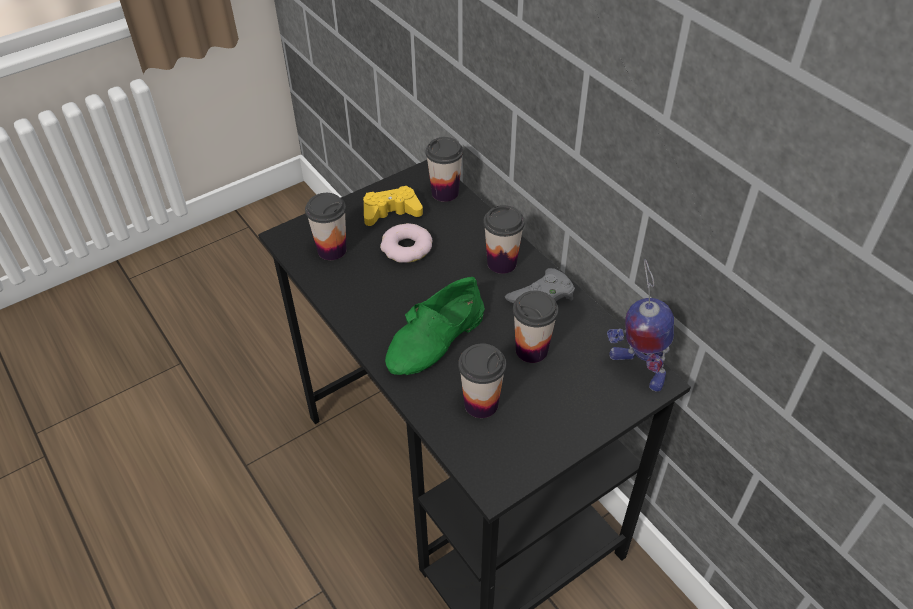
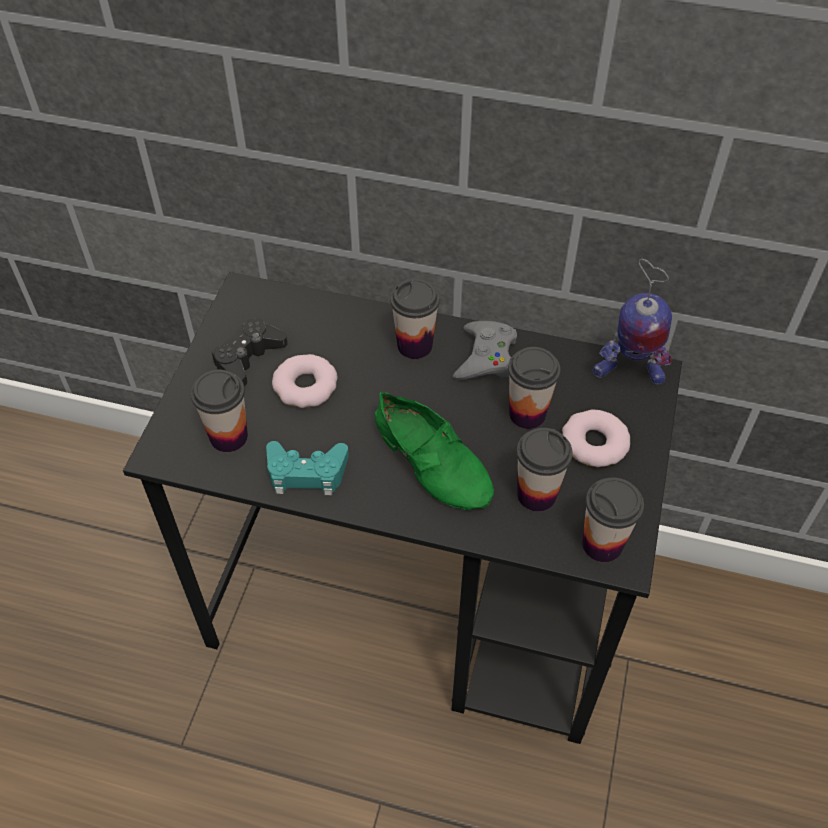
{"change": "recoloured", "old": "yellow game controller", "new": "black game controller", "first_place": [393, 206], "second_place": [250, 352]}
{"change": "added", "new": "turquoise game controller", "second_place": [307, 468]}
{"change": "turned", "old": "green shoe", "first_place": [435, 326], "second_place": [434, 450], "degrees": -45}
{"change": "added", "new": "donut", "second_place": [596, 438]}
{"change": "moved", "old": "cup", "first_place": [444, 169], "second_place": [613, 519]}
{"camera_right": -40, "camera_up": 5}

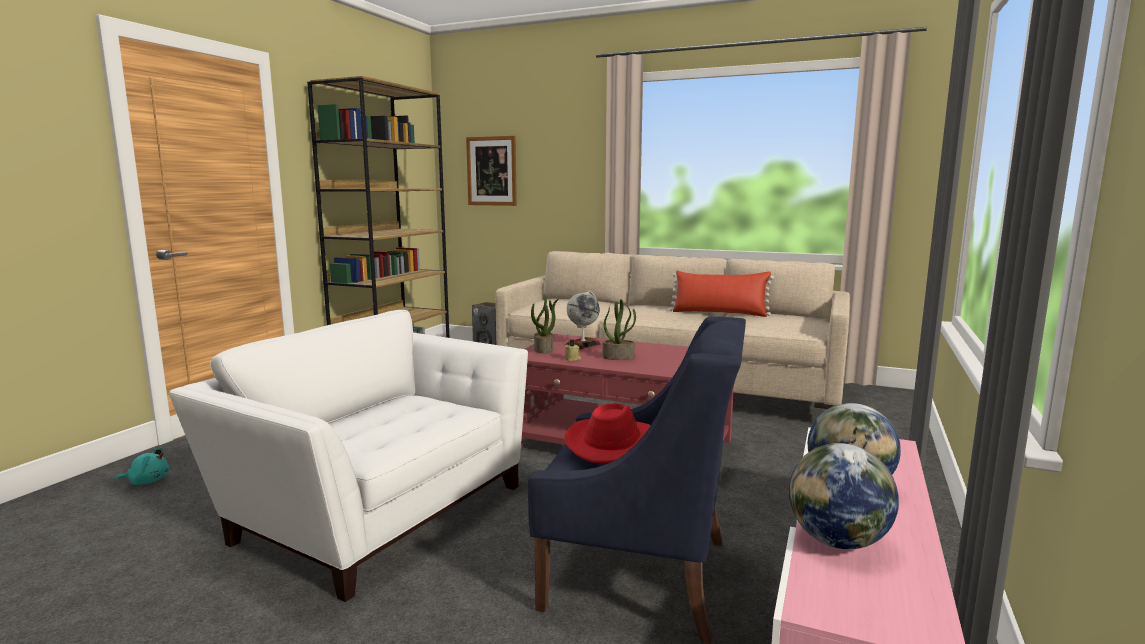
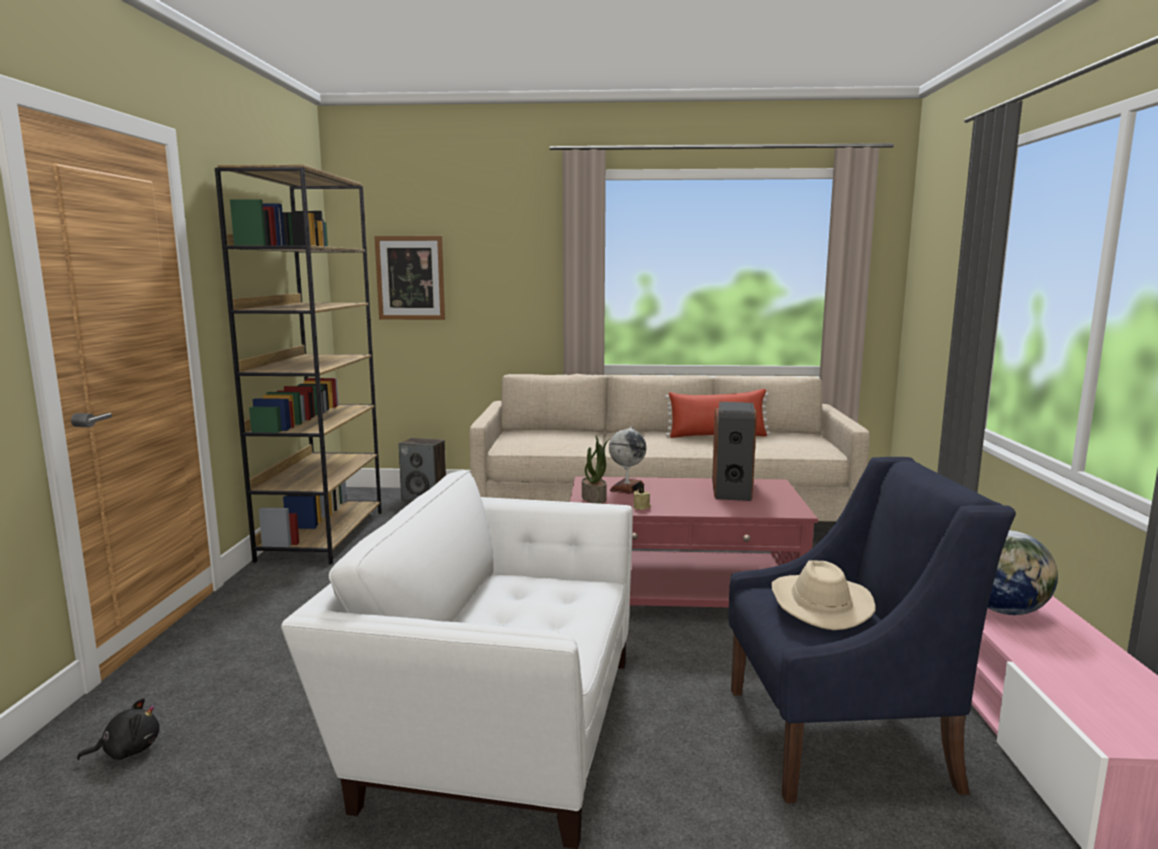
{"change": "recoloured", "old": "turquoise plush toy", "new": "black plush toy", "first_place": [142, 466], "second_place": [118, 729]}
{"change": "added", "new": "speaker", "second_place": [734, 451]}
{"change": "recoloured", "old": "red hat", "new": "beige hat", "first_place": [607, 433], "second_place": [823, 595]}
{"change": "removed", "old": "potted plant", "first_place": [619, 329]}
{"change": "removed", "old": "globe", "first_place": [844, 496]}
{"camera_right": -20, "camera_up": 0}

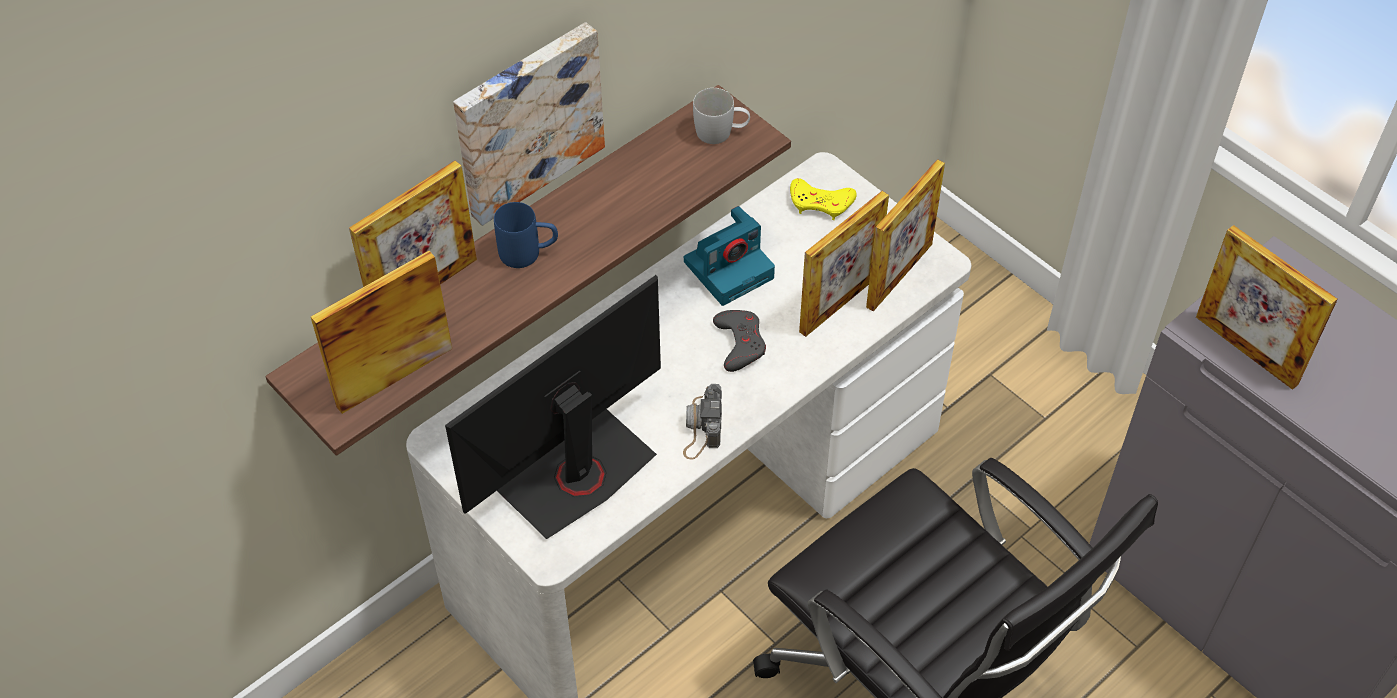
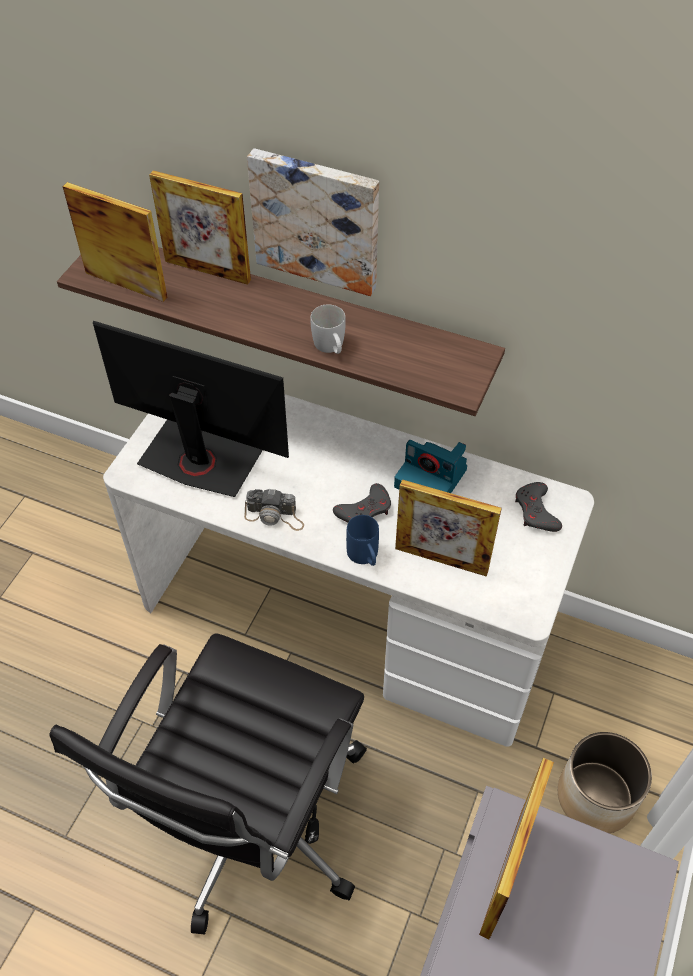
{"change": "turned", "old": "photo camera", "first_place": [702, 422], "second_place": [274, 509], "degrees": -150}
{"change": "moved", "old": "white mug", "first_place": [721, 116], "second_place": [328, 329]}
{"change": "moved", "old": "blue mug", "first_place": [526, 235], "second_place": [362, 540]}
{"change": "recoloured", "old": "yellow game controller", "new": "grey game controller", "first_place": [823, 199], "second_place": [538, 507]}
{"change": "added", "new": "planter", "second_place": [605, 783]}
{"change": "removed", "old": "picture frame", "first_place": [905, 235]}
{"camera_right": 65, "camera_up": 0}

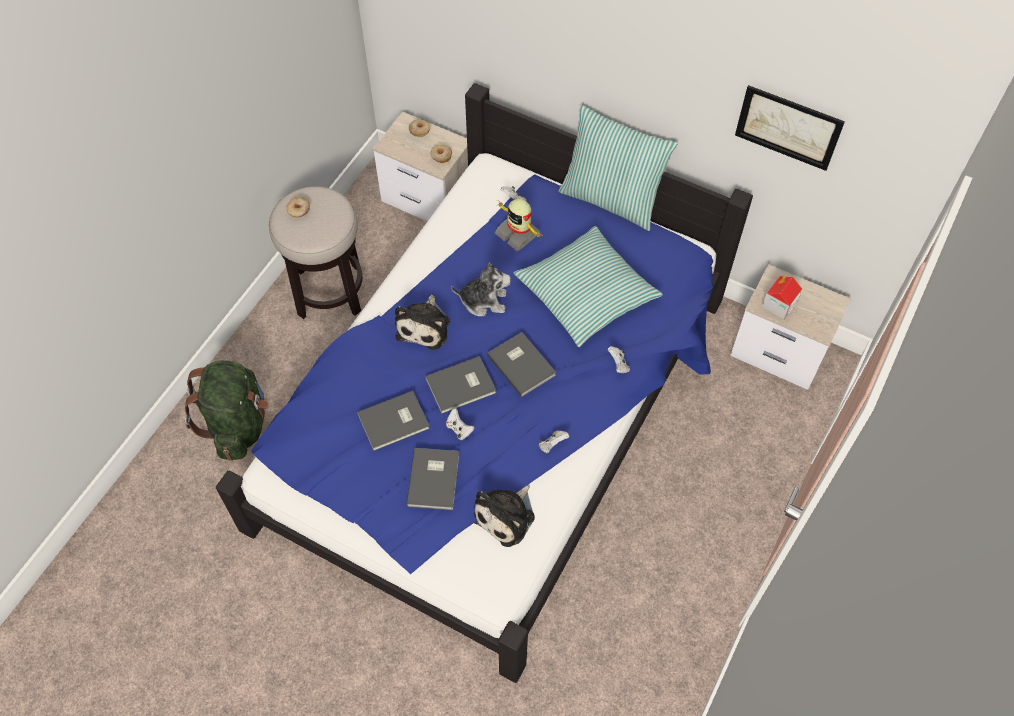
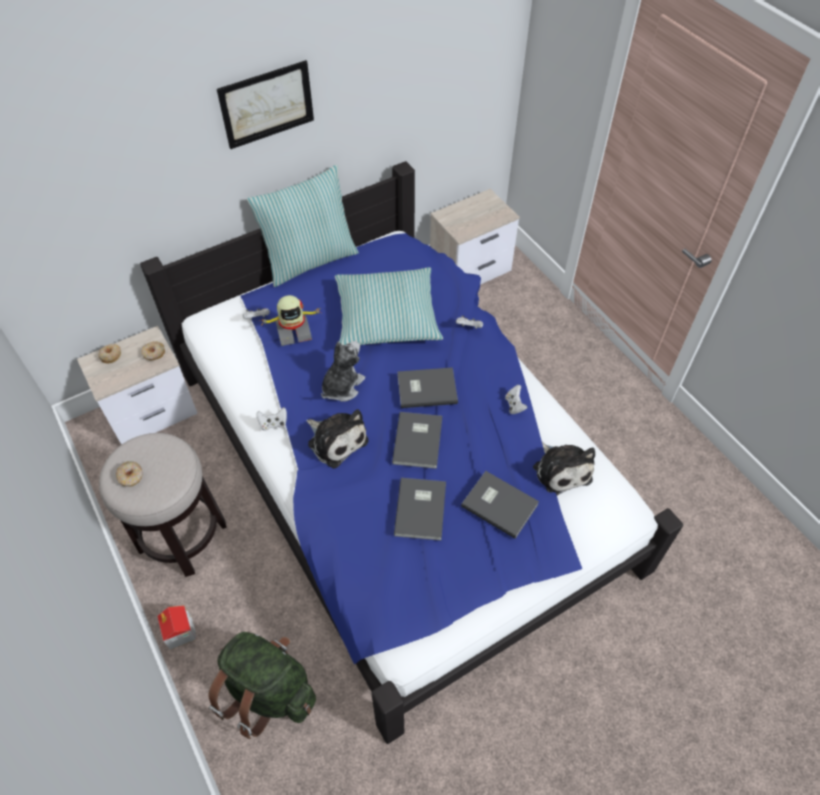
{"change": "moved", "old": "toy house", "first_place": [782, 297], "second_place": [177, 628]}
{"change": "moved", "old": "picture", "first_place": [790, 128], "second_place": [265, 104]}
{"change": "moved", "old": "white game controller", "first_place": [460, 424], "second_place": [271, 419]}
{"camera_right": -60, "camera_up": -5}

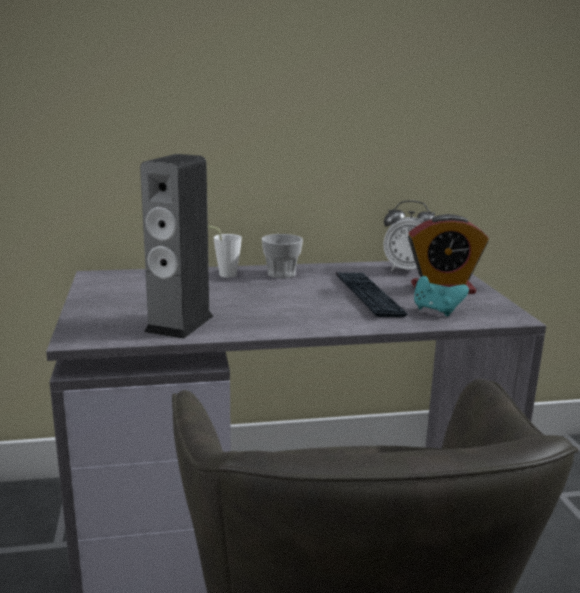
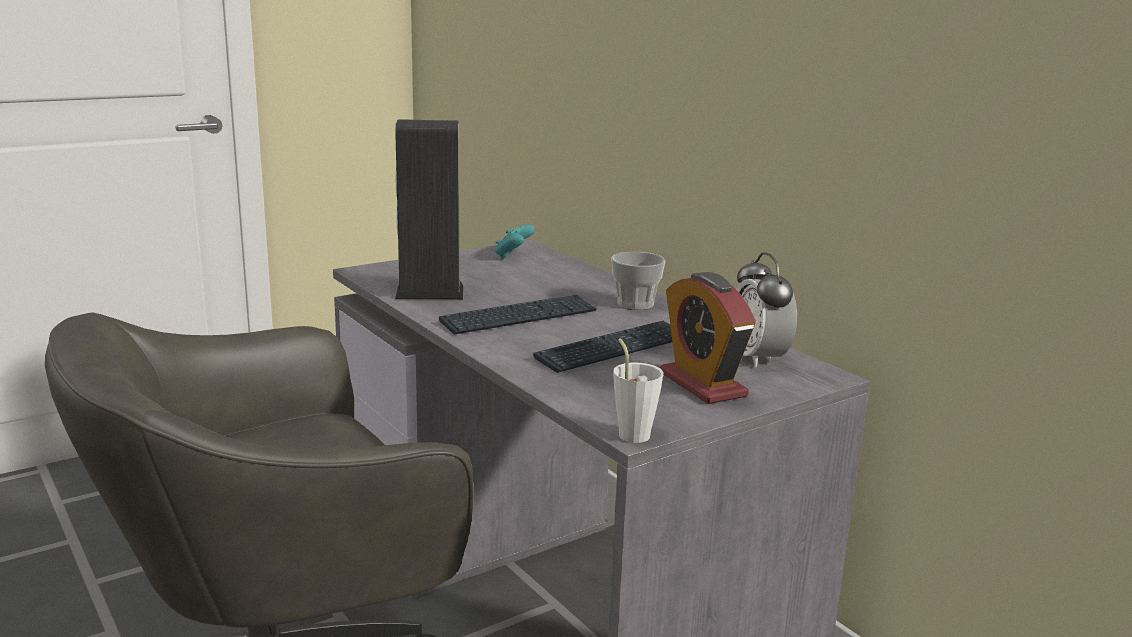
{"change": "added", "new": "keyboard", "second_place": [518, 315]}
{"change": "moved", "old": "turquoise game controller", "first_place": [441, 296], "second_place": [515, 242]}
{"change": "moved", "old": "white cup", "first_place": [225, 251], "second_place": [638, 390]}
{"camera_right": 65, "camera_up": 0}

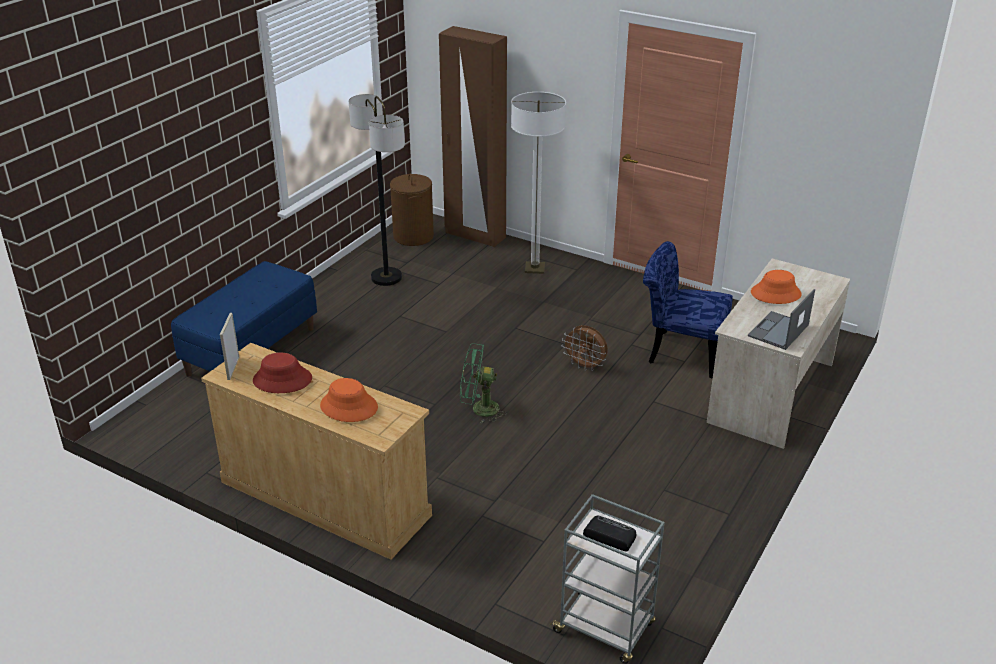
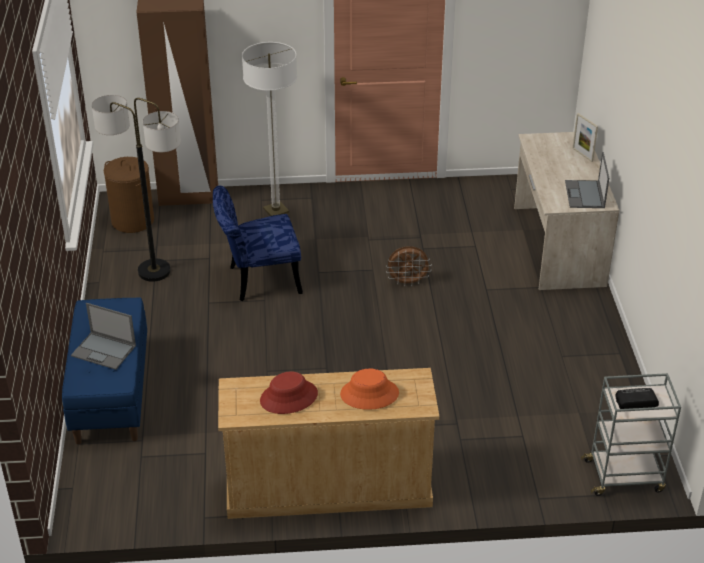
{"change": "added", "new": "laptop", "second_place": [103, 336]}
{"change": "moved", "old": "blue chair", "first_place": [688, 310], "second_place": [258, 243]}
{"change": "moved", "old": "picture frame", "first_place": [230, 346], "second_place": [585, 137]}
{"change": "removed", "old": "green fan", "first_place": [483, 383]}
{"change": "removed", "old": "orange hat", "first_place": [776, 287]}
{"camera_right": -35, "camera_up": 5}

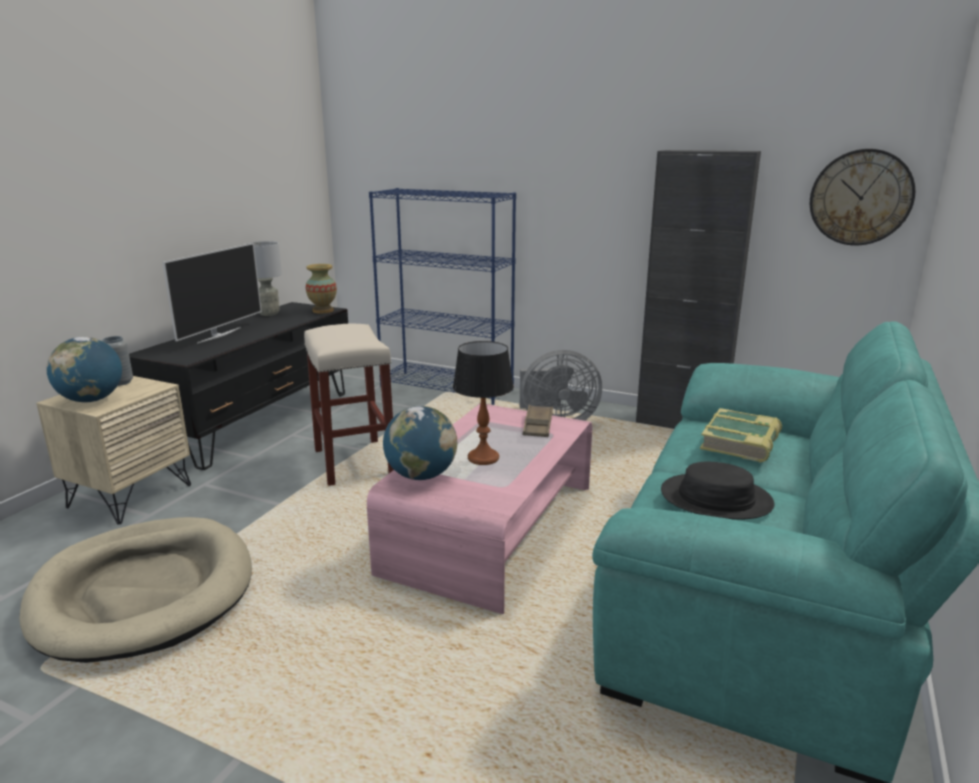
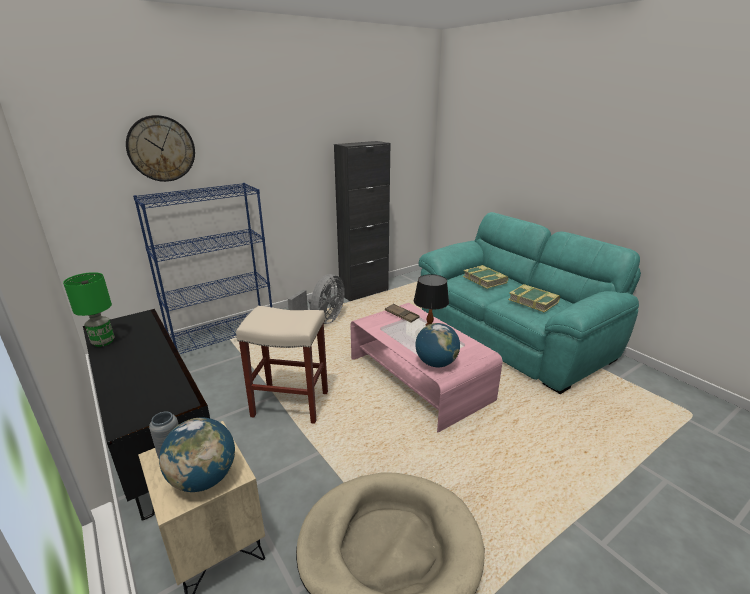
{"change": "recoloured", "old": "grey table lamp", "new": "green table lamp", "first_place": [263, 278], "second_place": [88, 309]}
{"change": "moved", "old": "wall clock", "first_place": [862, 197], "second_place": [160, 148]}
{"change": "replaced", "old": "black hat", "new": "book", "first_place": [718, 491], "second_place": [534, 298]}
{"change": "removed", "old": "television", "first_place": [212, 293]}
{"change": "removed", "old": "vase", "first_place": [321, 288]}
{"camera_right": -60, "camera_up": 5}

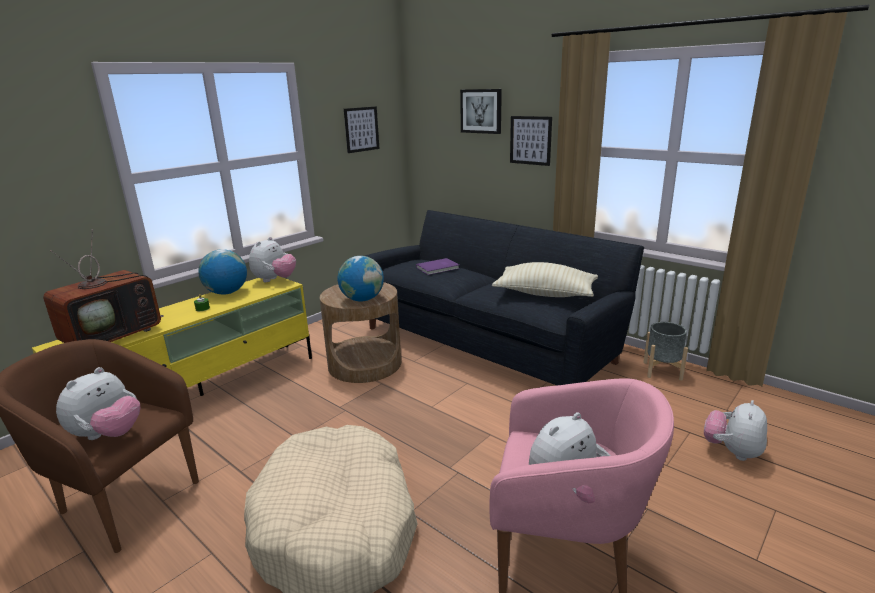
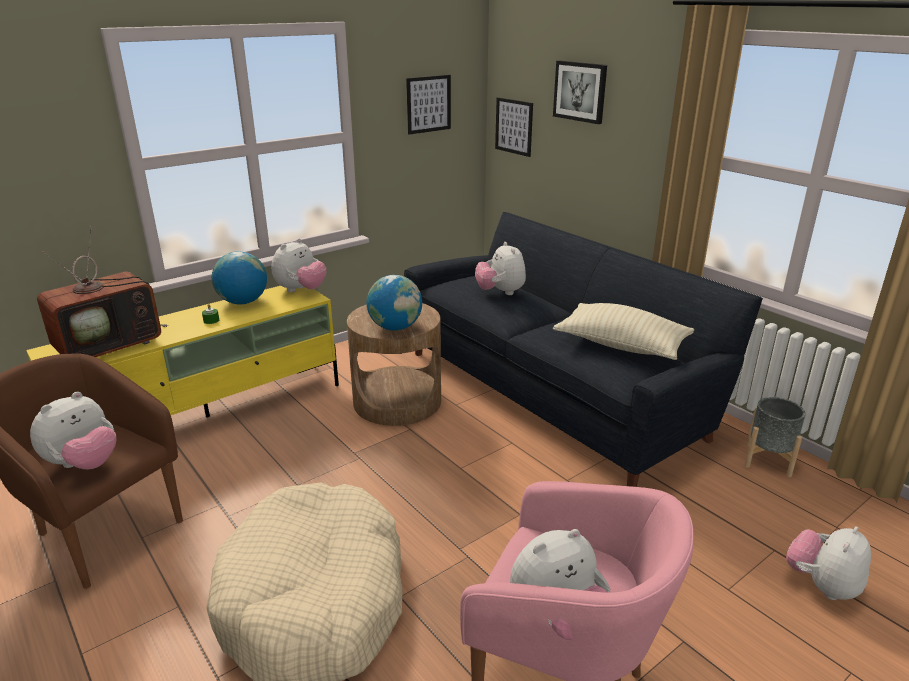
{"change": "replaced", "old": "purple book", "new": "plush toy", "first_place": [438, 266], "second_place": [500, 268]}
{"change": "moved", "old": "picture", "first_place": [531, 141], "second_place": [514, 127]}
{"camera_right": 10, "camera_up": 5}

